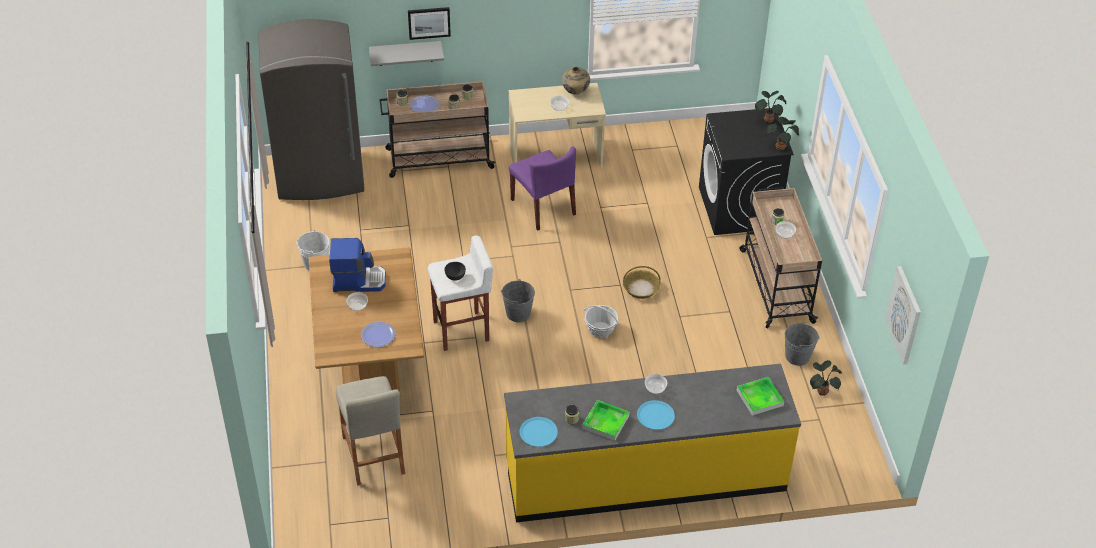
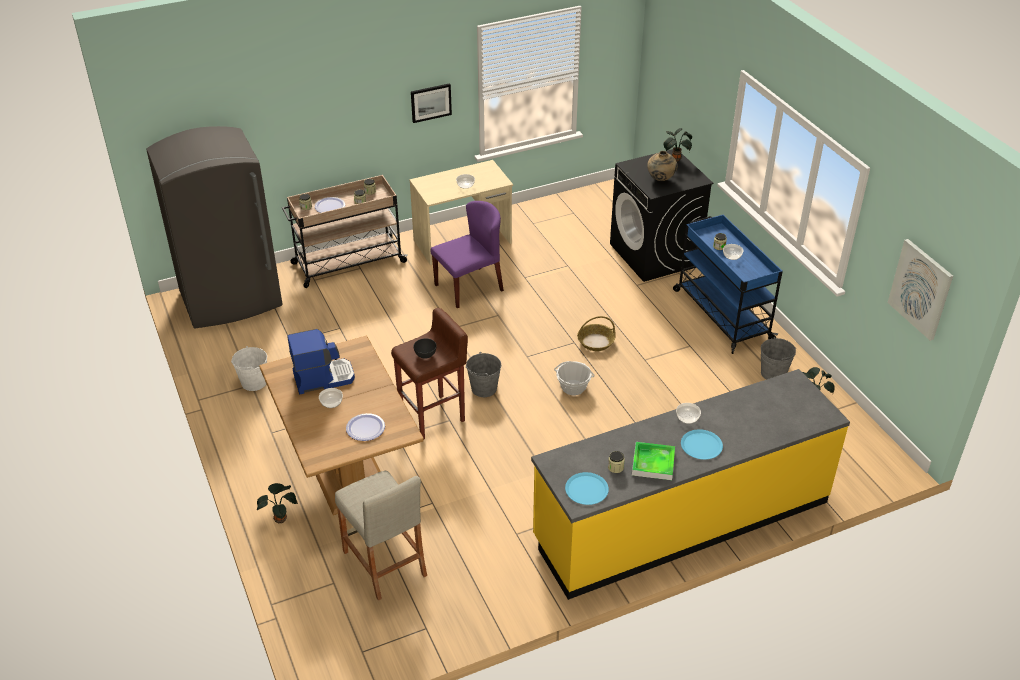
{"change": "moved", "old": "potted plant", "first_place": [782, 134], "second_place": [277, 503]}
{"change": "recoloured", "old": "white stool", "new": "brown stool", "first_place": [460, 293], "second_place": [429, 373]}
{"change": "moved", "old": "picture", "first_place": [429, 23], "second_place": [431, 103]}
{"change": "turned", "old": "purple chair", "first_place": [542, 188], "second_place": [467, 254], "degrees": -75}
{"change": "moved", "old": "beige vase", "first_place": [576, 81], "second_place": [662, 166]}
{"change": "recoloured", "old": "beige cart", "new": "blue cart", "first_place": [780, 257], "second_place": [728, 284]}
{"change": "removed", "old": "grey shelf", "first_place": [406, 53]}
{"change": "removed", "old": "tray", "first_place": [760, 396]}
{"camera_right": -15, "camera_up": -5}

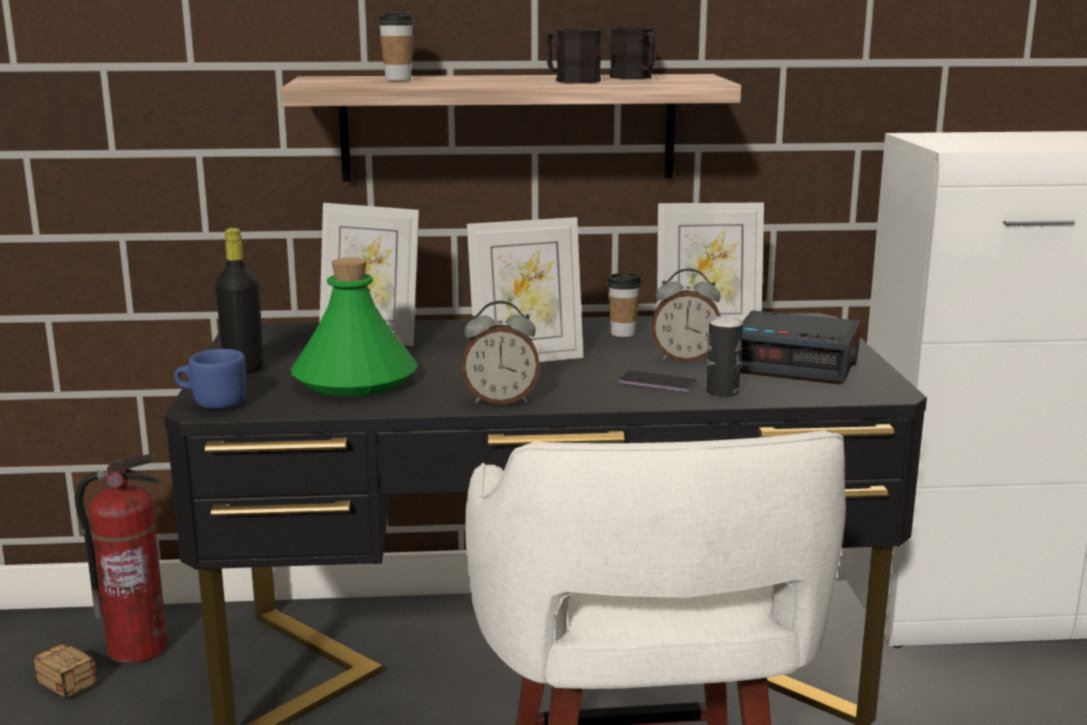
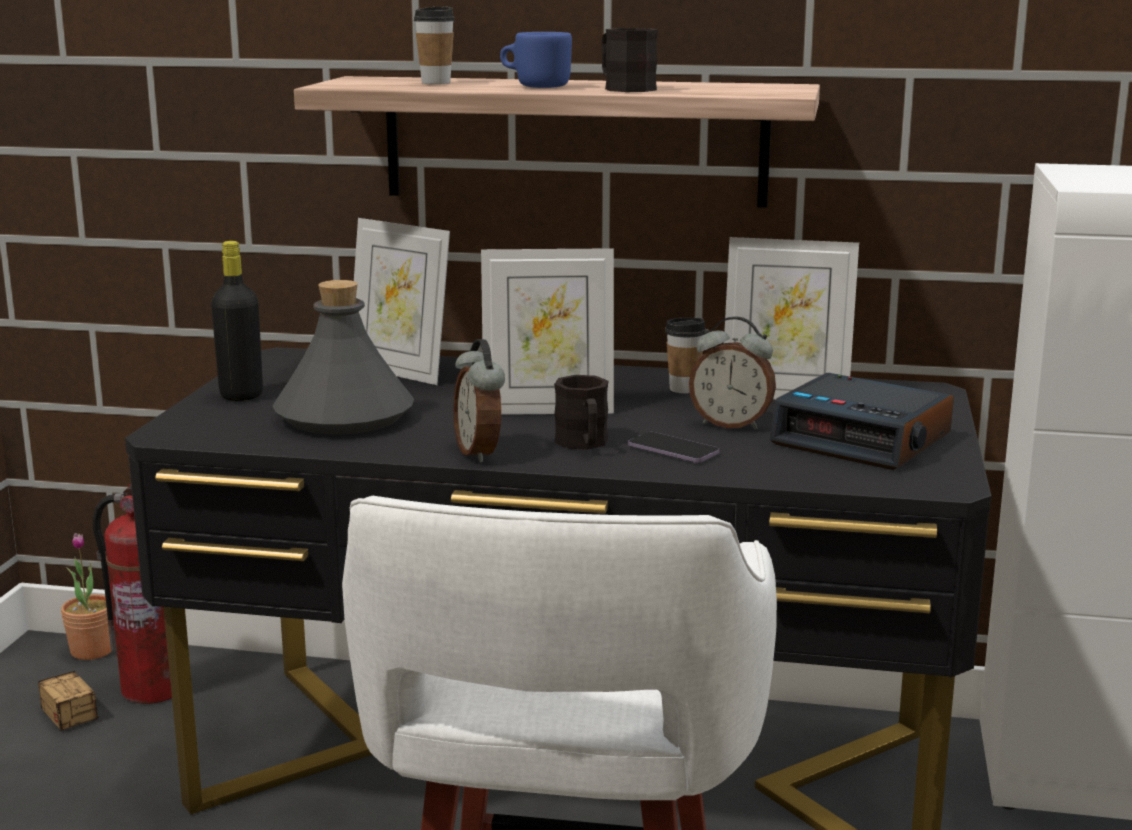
{"change": "added", "new": "potted plant", "second_place": [86, 596]}
{"change": "recoloured", "old": "green bottle", "new": "grey bottle", "first_place": [354, 327], "second_place": [343, 357]}
{"change": "turned", "old": "alarm clock", "first_place": [501, 352], "second_place": [479, 401], "degrees": 60}
{"change": "moved", "old": "blue mug", "first_place": [210, 379], "second_place": [536, 60]}
{"change": "moved", "old": "black mug", "first_place": [633, 53], "second_place": [581, 412]}
{"change": "removed", "old": "can", "first_place": [724, 356]}
{"camera_right": 15, "camera_up": 0}

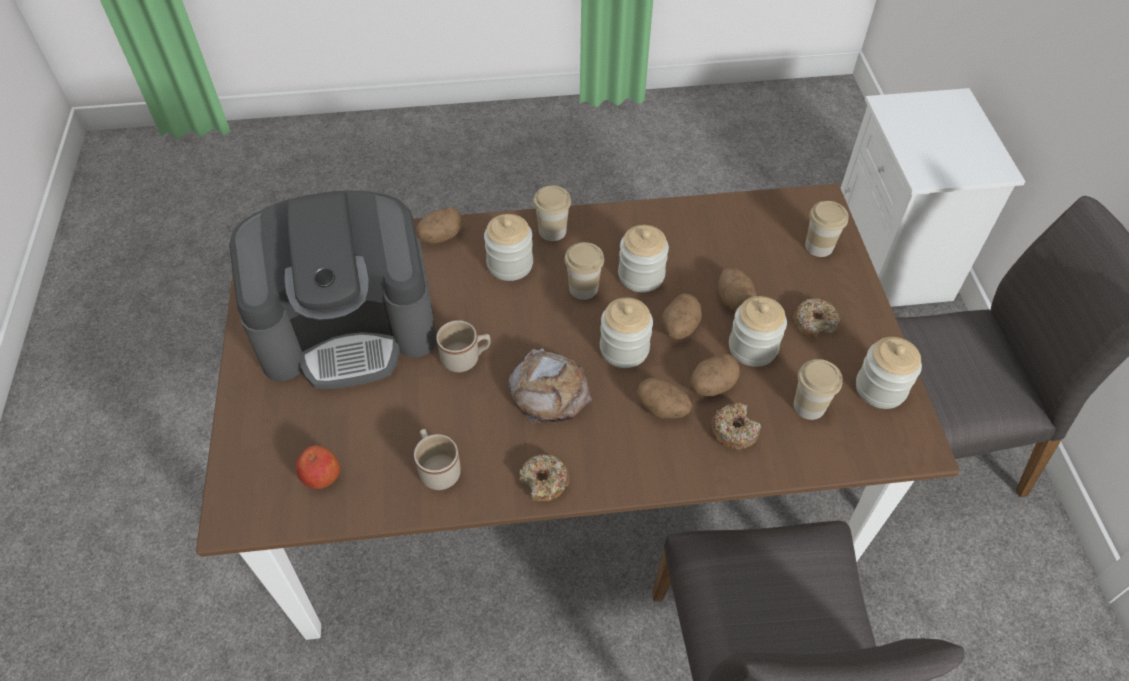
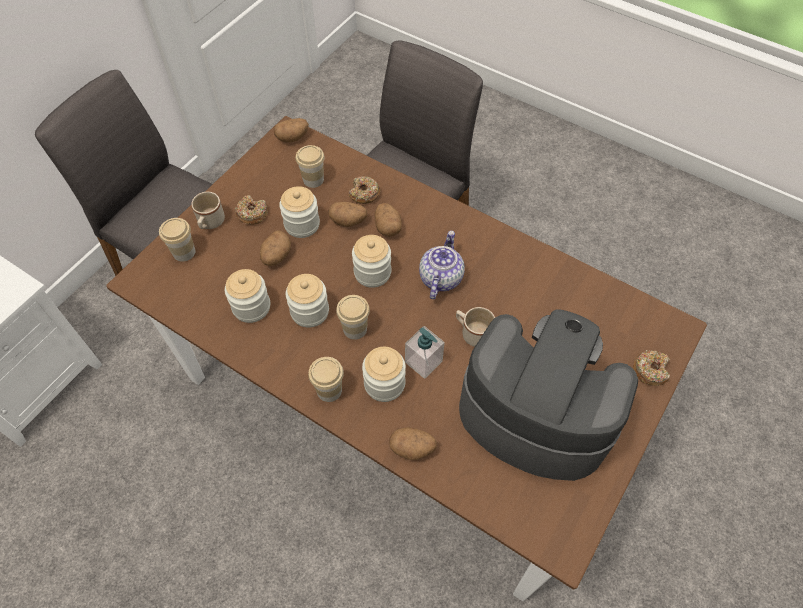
{"change": "moved", "old": "beige mug", "first_place": [437, 459], "second_place": [208, 210]}
{"change": "moved", "old": "jar", "first_place": [889, 373], "second_place": [247, 296]}
{"change": "moved", "old": "potato", "first_place": [682, 316], "second_place": [291, 130]}
{"change": "added", "new": "soap dispenser", "second_place": [425, 352]}
{"change": "replaced", "old": "bread", "new": "teapot", "first_place": [549, 386], "second_place": [442, 264]}
{"change": "moved", "old": "donut", "first_place": [544, 478], "second_place": [651, 368]}
{"change": "removed", "old": "apple", "first_place": [317, 467]}
{"camera_right": -140, "camera_up": 5}

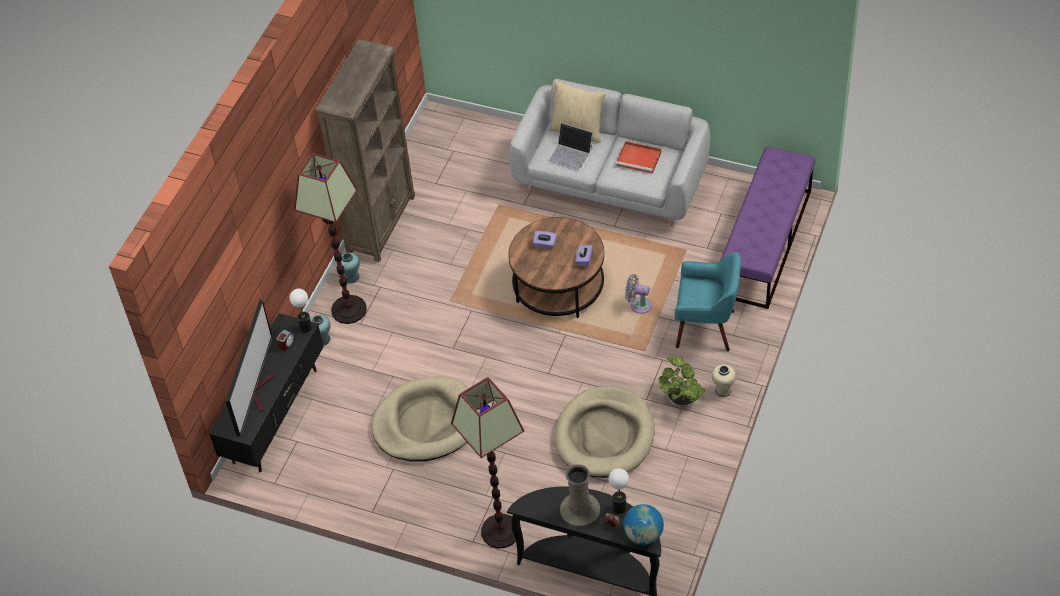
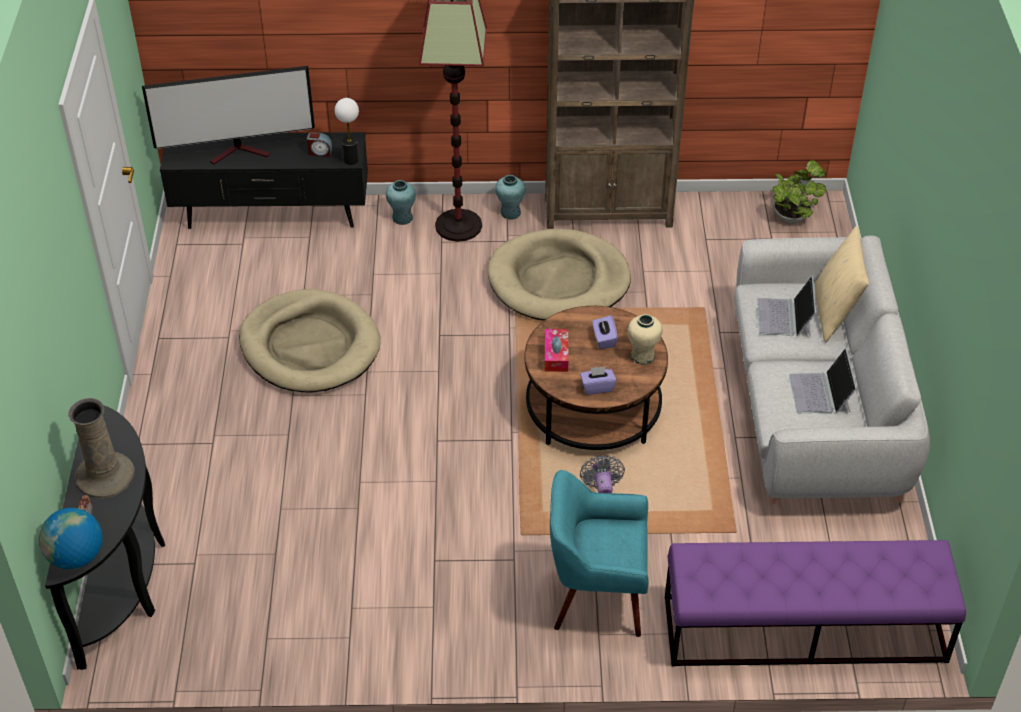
{"change": "moved", "old": "beige dog bed", "first_place": [604, 432], "second_place": [559, 275]}
{"change": "added", "new": "tissue box", "second_place": [557, 350]}
{"change": "turned", "old": "turquoise armchair", "first_place": [708, 301], "second_place": [599, 553], "degrees": 105}
{"change": "moved", "old": "beige vase", "first_place": [724, 380], "second_place": [645, 339]}
{"change": "moved", "old": "potted plant", "first_place": [682, 382], "second_place": [799, 192]}
{"change": "replaced", "old": "red tray", "new": "laptop", "first_place": [639, 157], "second_place": [823, 380]}
{"change": "removed", "old": "floor lamp", "first_place": [487, 462]}
{"change": "removed", "old": "table lamp", "first_place": [619, 491]}
{"camera_right": 65, "camera_up": -5}

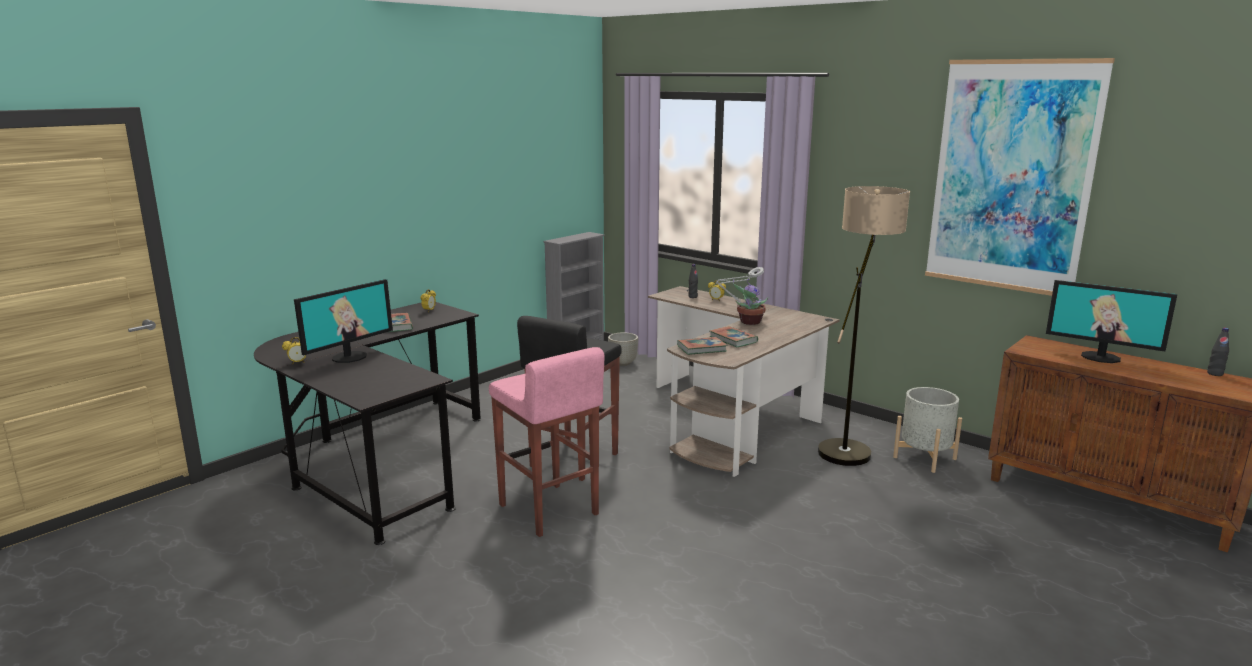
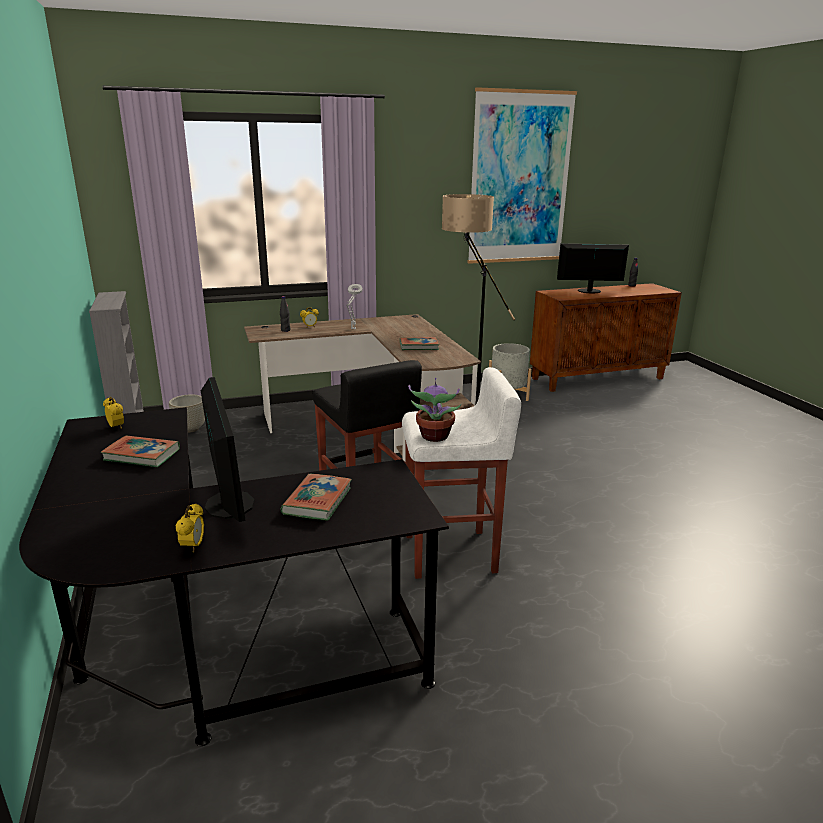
{"change": "moved", "old": "book", "first_place": [702, 346], "second_place": [316, 497]}
{"change": "recoloured", "old": "pink stool", "new": "white stool", "first_place": [546, 442], "second_place": [461, 473]}
{"change": "moved", "old": "potted plant", "first_place": [750, 302], "second_place": [435, 410]}
{"change": "turned", "old": "monitor", "first_place": [1111, 321], "second_place": [593, 268], "degrees": -150}
{"camera_right": -60, "camera_up": 5}

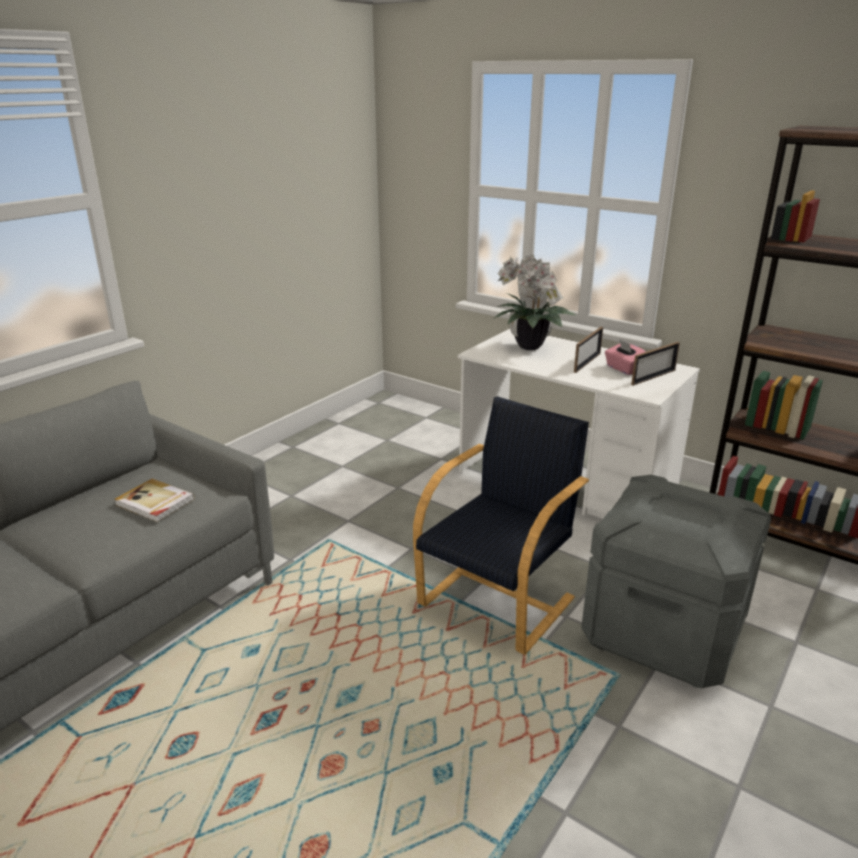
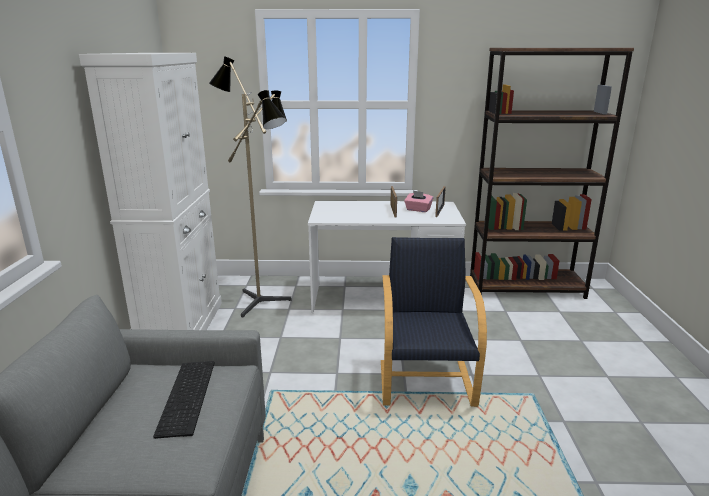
{"change": "added", "new": "white cabinet", "second_place": [150, 191]}
{"change": "replaced", "old": "book", "new": "keyboard", "first_place": [154, 500], "second_place": [183, 400]}
{"change": "added", "new": "floor lamp", "second_place": [250, 186]}
{"change": "removed", "old": "potted plant", "first_place": [534, 302]}
{"change": "removed", "old": "grey storage box", "first_place": [676, 581]}
{"camera_right": -35, "camera_up": -5}

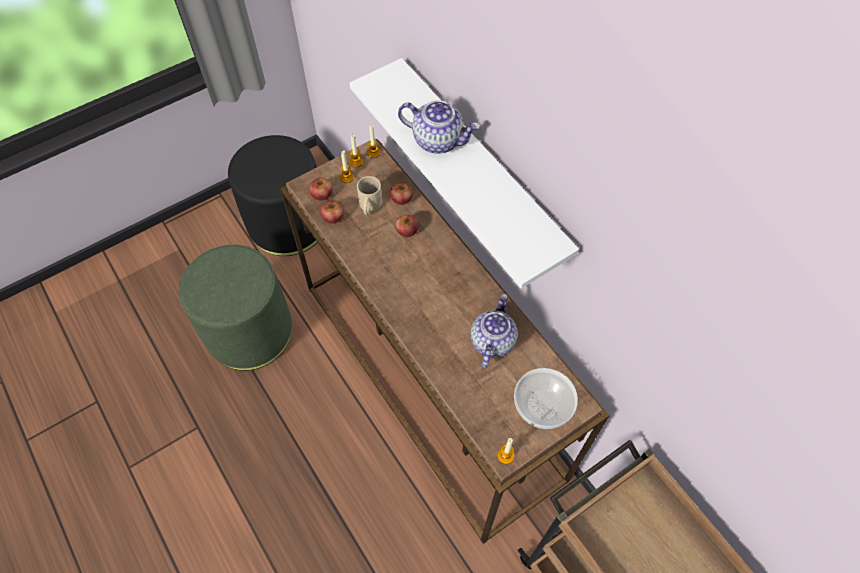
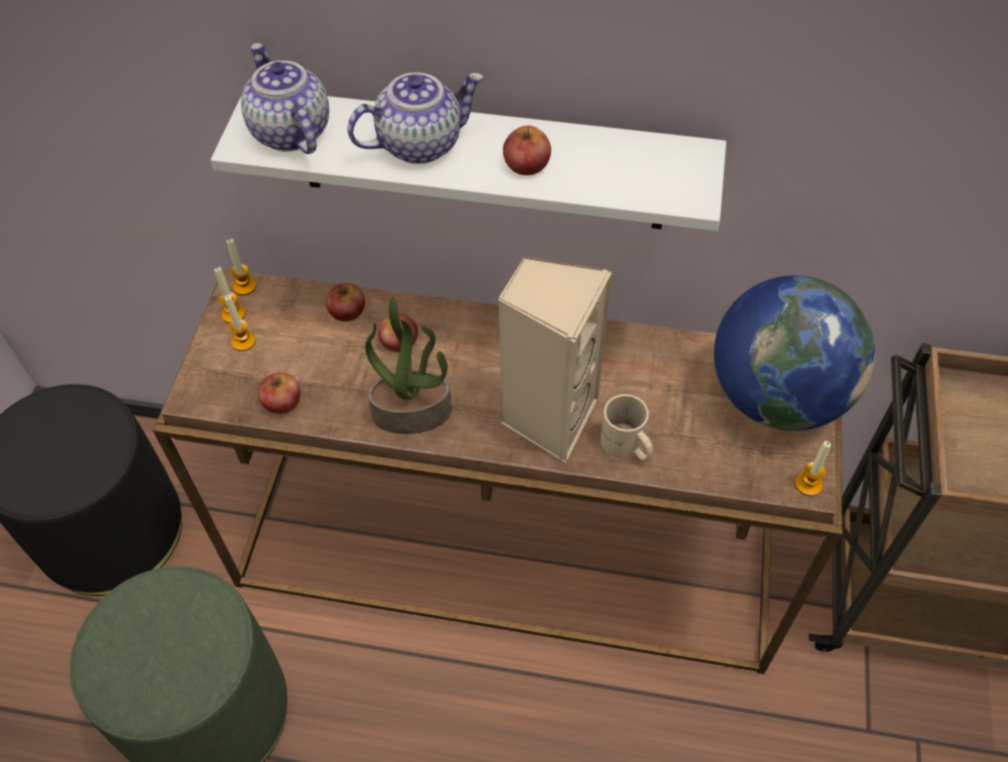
{"change": "moved", "old": "teapot", "first_place": [494, 331], "second_place": [285, 98]}
{"change": "added", "new": "potted plant", "second_place": [408, 365]}
{"change": "added", "new": "beige speaker", "second_place": [555, 359]}
{"change": "moved", "old": "apple", "first_place": [321, 189], "second_place": [527, 150]}
{"change": "moved", "old": "beige mug", "first_place": [369, 195], "second_place": [627, 427]}
{"change": "replaced", "old": "bowl", "new": "globe", "first_place": [546, 398], "second_place": [794, 353]}
{"camera_right": -45, "camera_up": -5}

